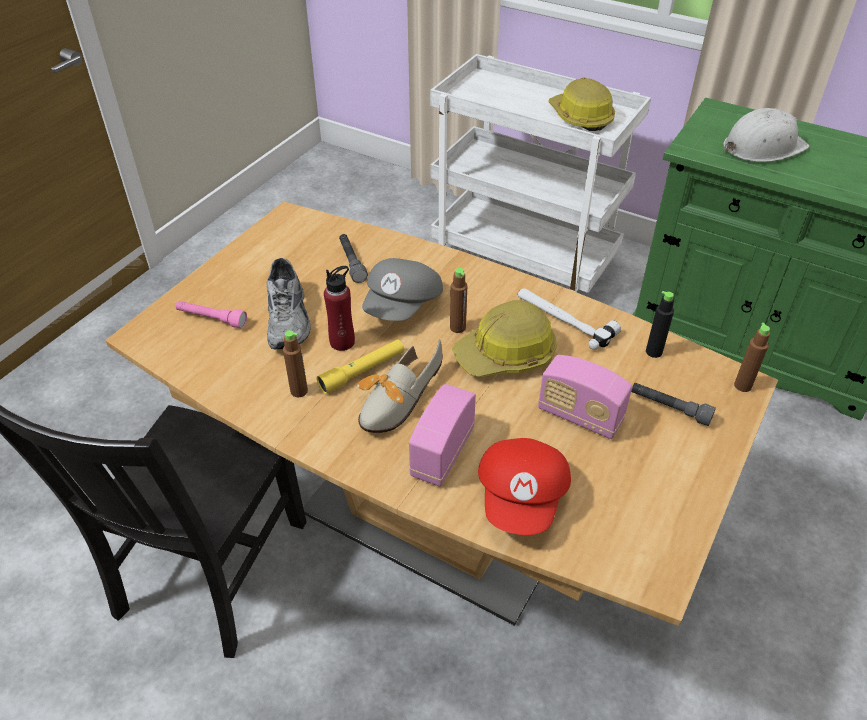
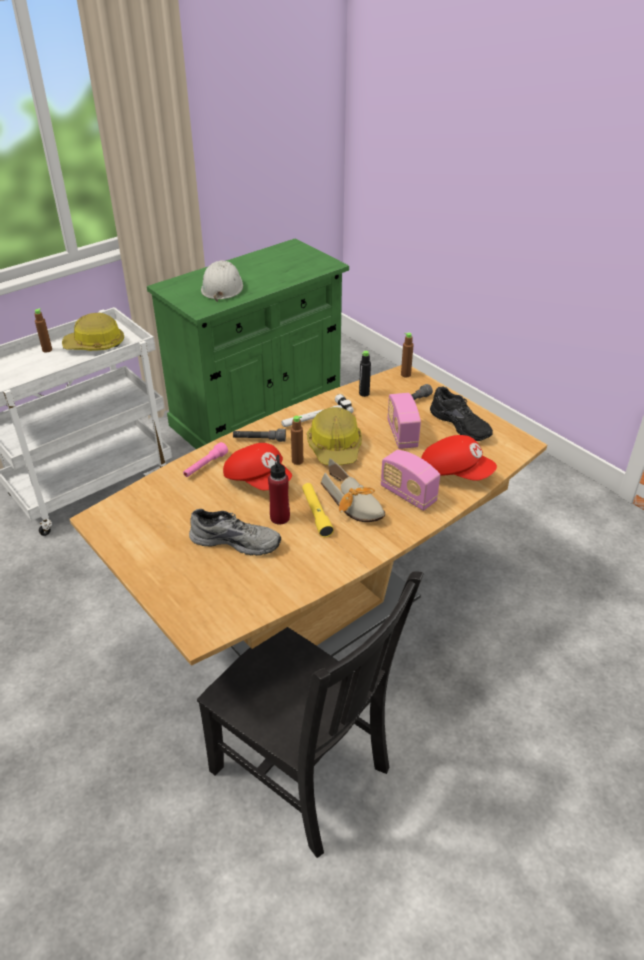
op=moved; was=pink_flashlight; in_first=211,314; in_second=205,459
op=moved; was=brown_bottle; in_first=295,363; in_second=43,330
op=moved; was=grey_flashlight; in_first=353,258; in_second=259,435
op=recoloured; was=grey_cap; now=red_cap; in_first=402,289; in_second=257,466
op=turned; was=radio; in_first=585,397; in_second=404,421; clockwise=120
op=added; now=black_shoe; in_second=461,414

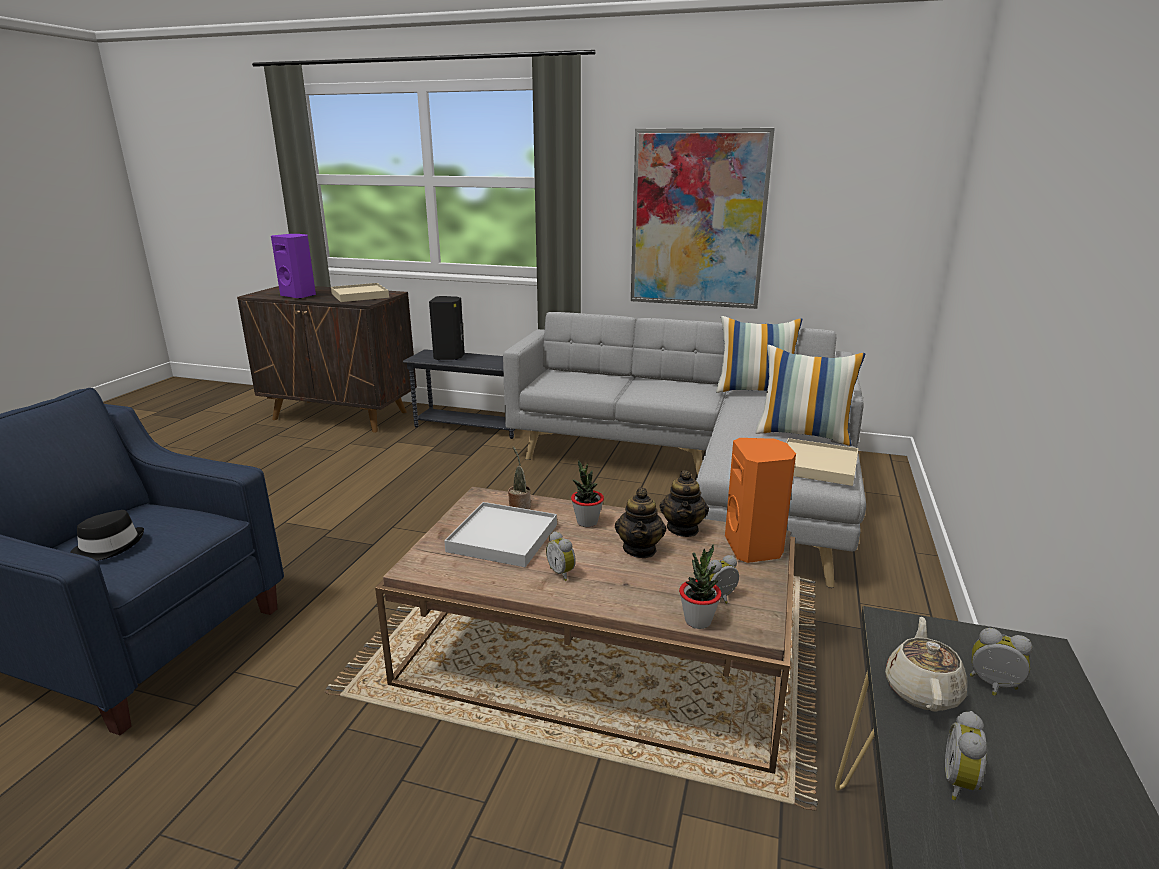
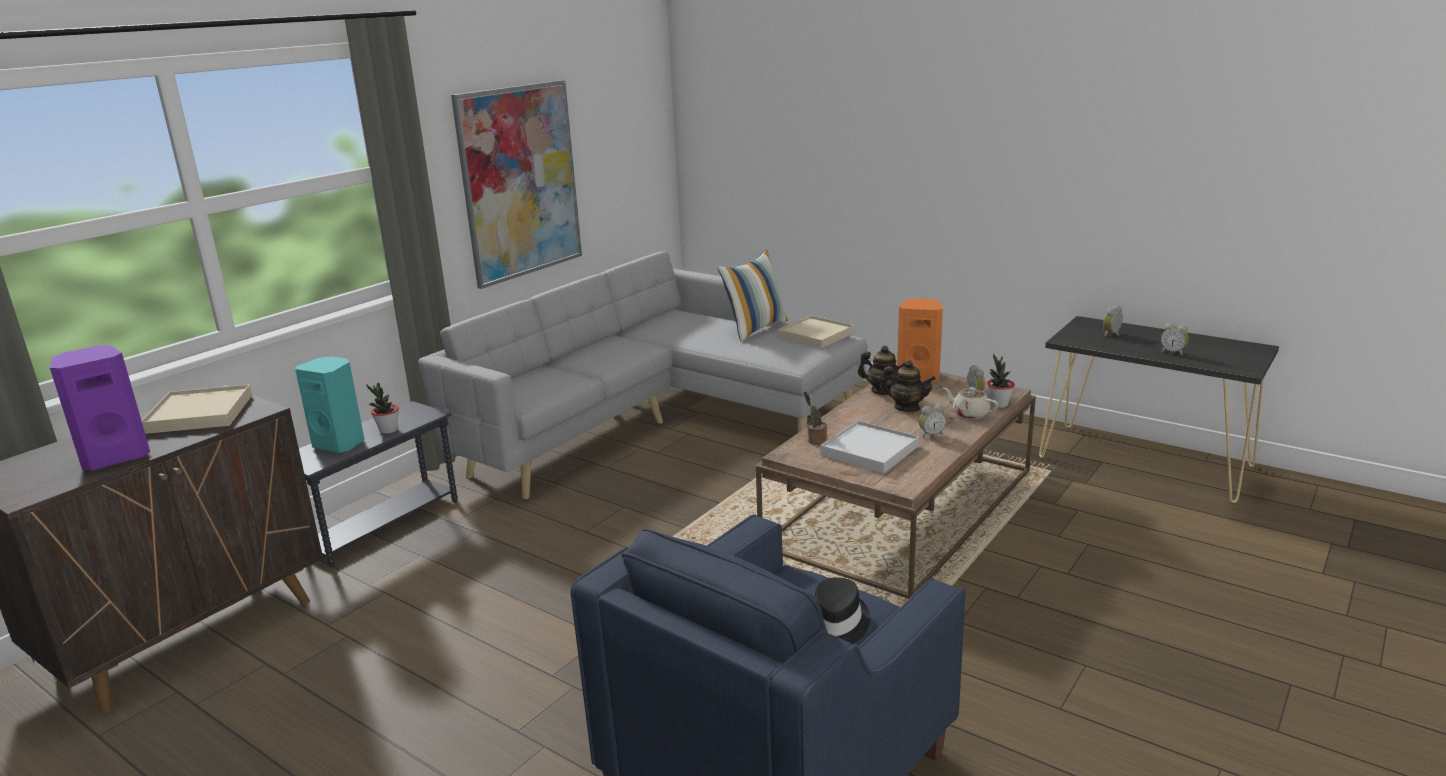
op=recoloured; was=black_speaker; now=turquoise_speaker; in_first=447,328; in_second=330,404
op=moved; was=potted_plant; in_first=587,493; in_second=383,408
op=removed; was=pillow; in_first=759,354
op=moved; was=beige_teapot; in_first=926,664; in_second=970,403

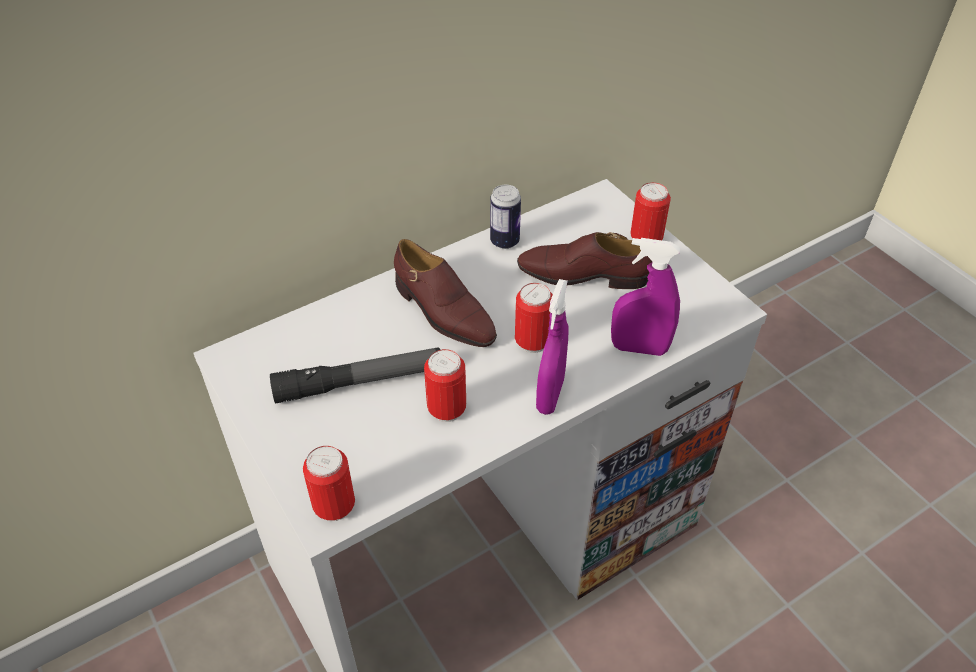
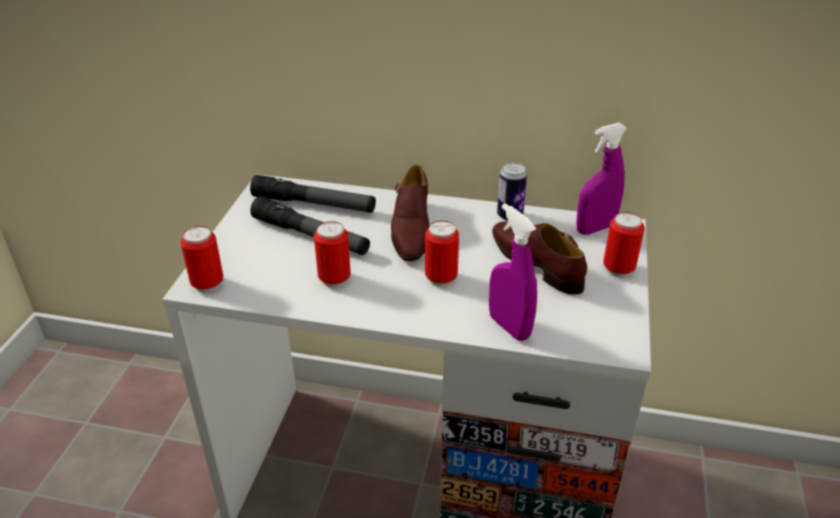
op=moved; was=purple_spray_bottle; in_first=552,347; in_second=601,179
op=added; now=flashlight; in_second=313,194

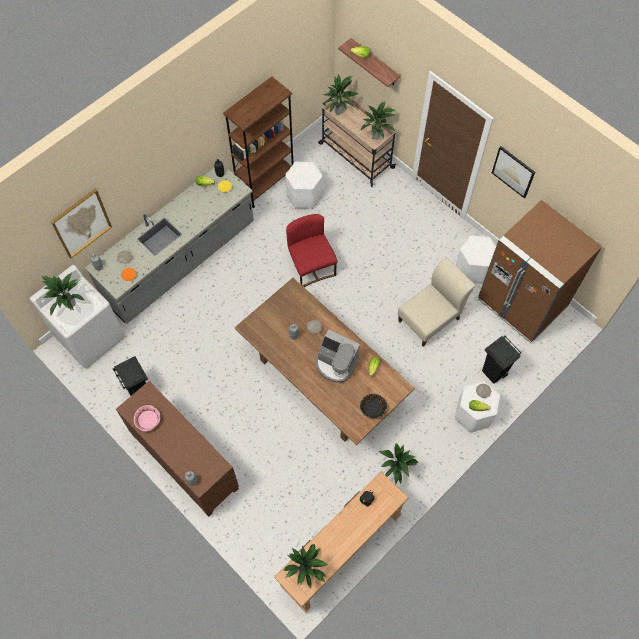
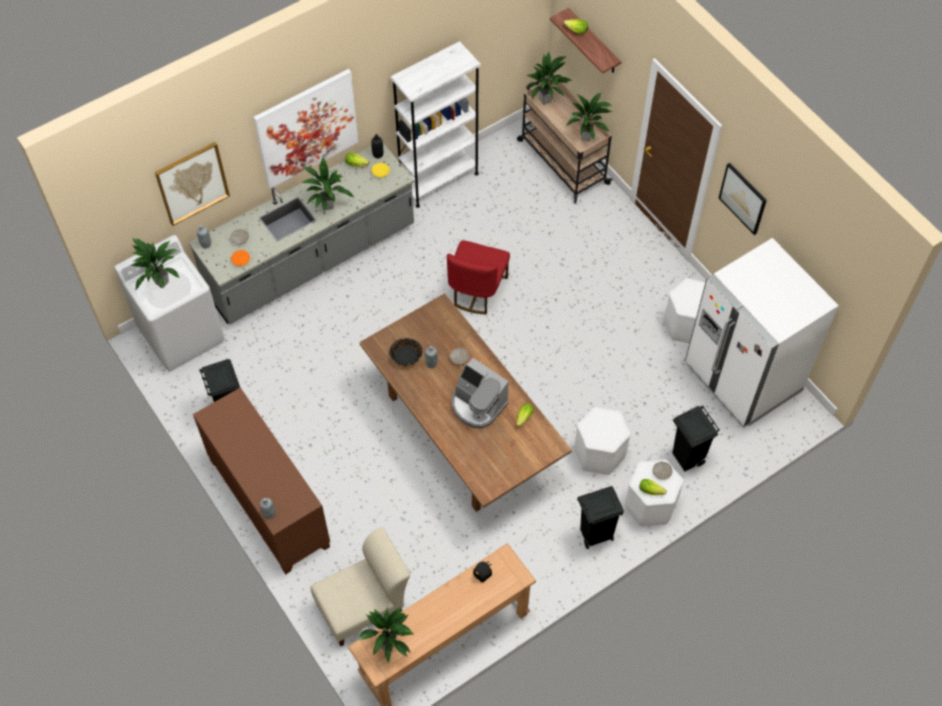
op=removed; was=pink_bowl; in_first=147,418
op=recoloured; was=brown_bookcase; now=white_bookcase; in_first=258,142; in_second=435,124
op=moved; was=white_stool; in_first=304,185; in_second=602,441
op=turned; was=red_chair; in_first=312,250; in_second=478,277; clockwise=-150
op=moved; was=black_bowl; in_first=373,406; in_second=405,352
op=moved; was=potted_plant; in_first=398,463; in_second=327,184
op=moved; was=beige_chair; in_first=436,302; in_second=360,586
op=recoloured; was=brown_fridge; now=white_fridge; in_first=540,271; in_second=762,333
op=added; now=picture; in_second=306,129
op=added; now=black_trash_can; in_second=600,517

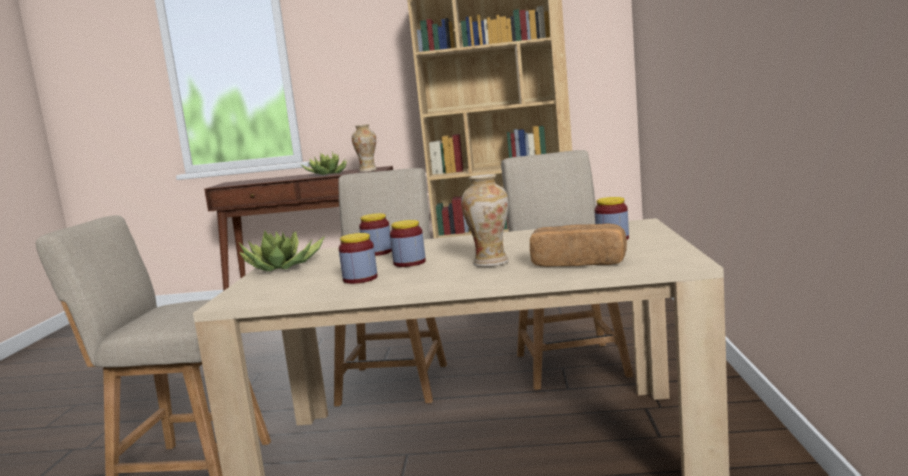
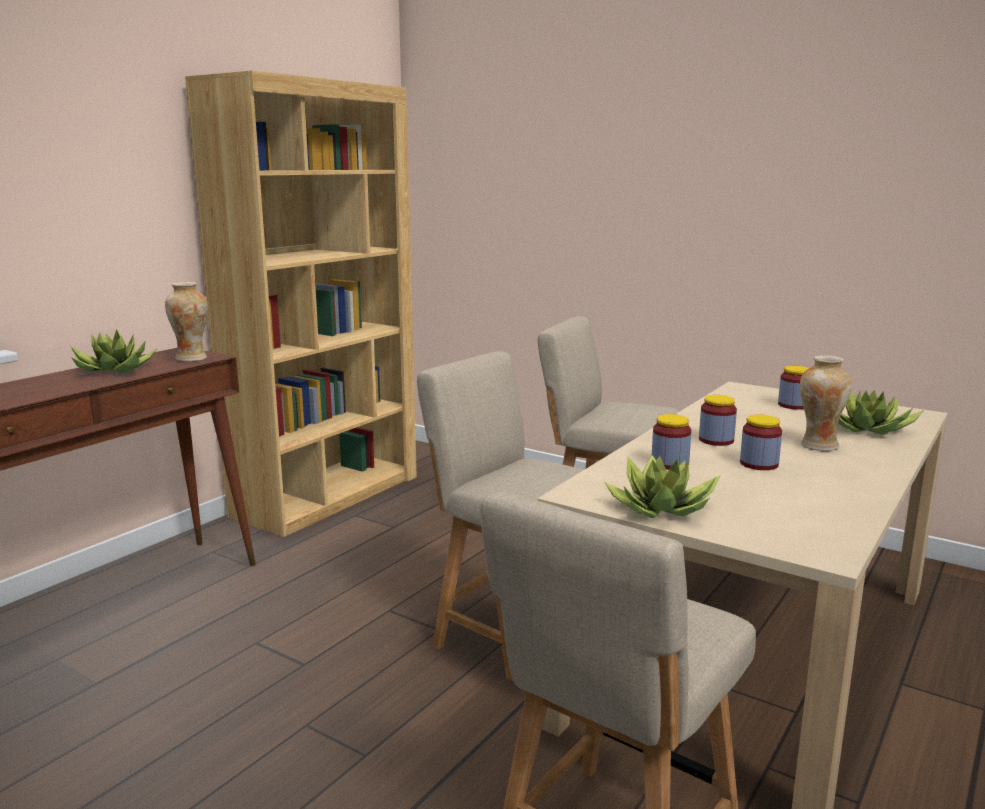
op=moved; was=jar; in_first=358,258; in_second=718,420
op=replaced; was=bread; now=potted_plant; in_first=578,245; in_second=881,412

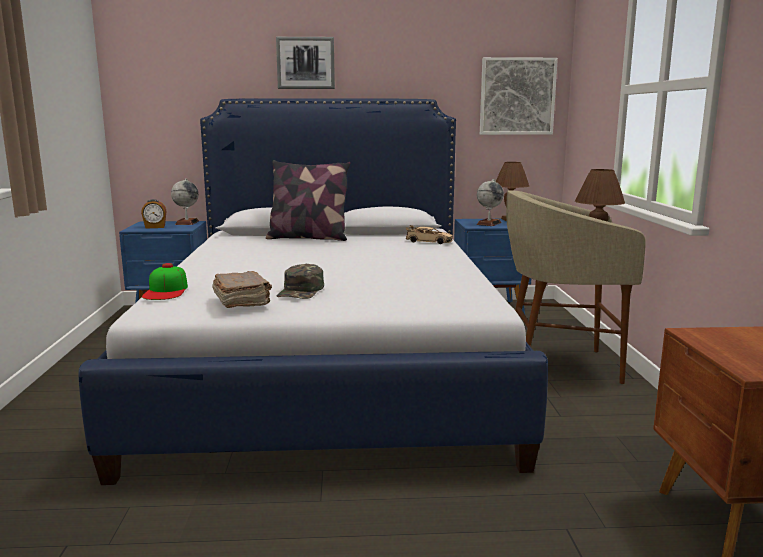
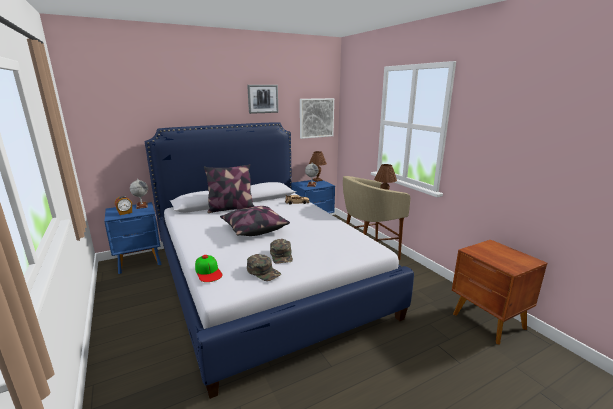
op=replaced; was=brown_book; now=green_cap; in_first=242,289; in_second=264,267
op=moved; was=picture; in_first=305,63; in_second=262,99
op=added; now=pillow; in_second=255,221

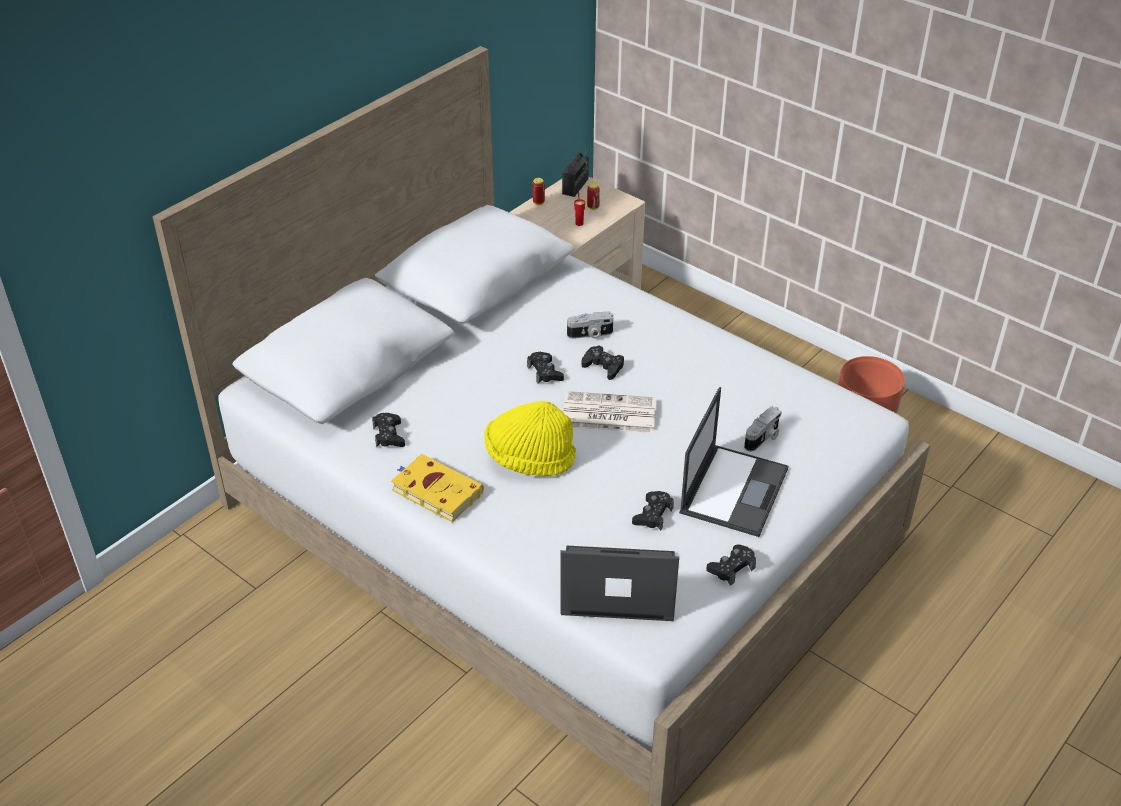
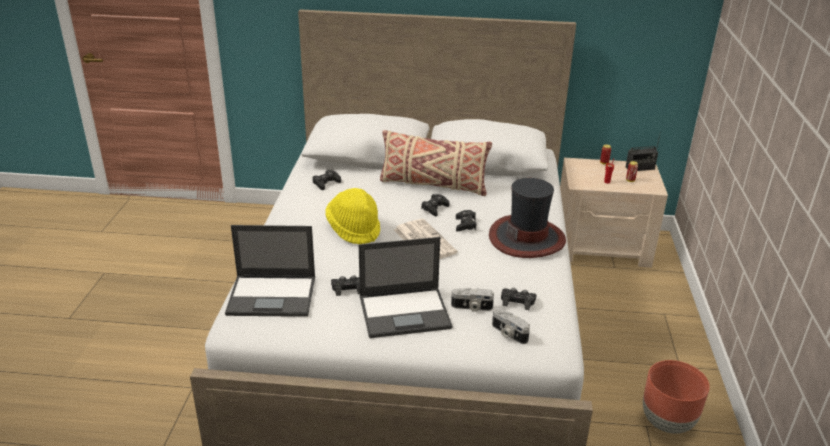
op=removed; was=yellow_book; in_first=437,488
op=turned; was=laptop; in_first=619,583; in_second=270,271; clockwise=120
op=moved; was=photo_camera; in_first=590,325; in_second=511,326
op=moved; was=black_game_controller; in_first=731,565; in_second=518,299
op=added; now=beige_pillow; in_second=436,163
op=added; now=hat; in_second=527,218

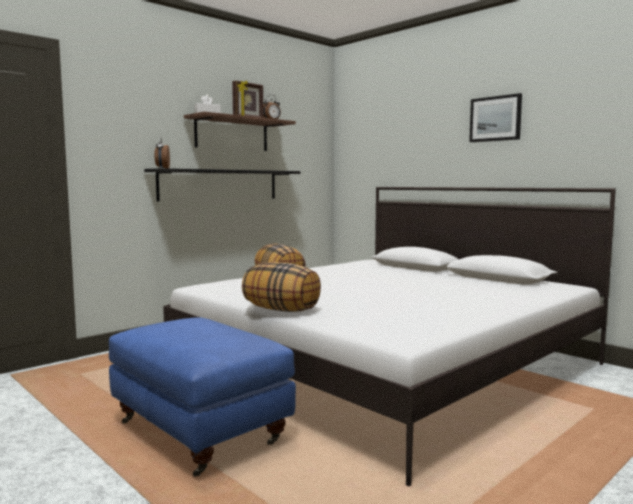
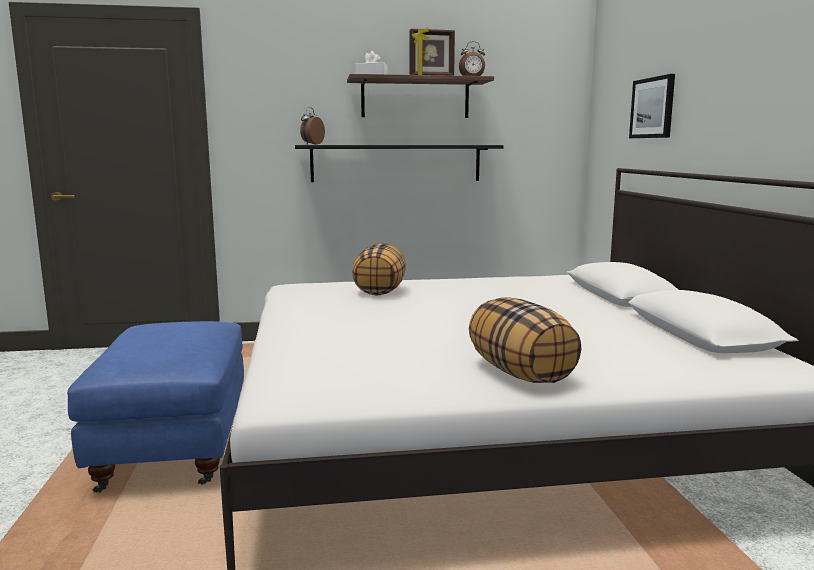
op=moved; was=pillow; in_first=281,287; in_second=525,340
op=moved; was=picture; in_first=495,117; in_second=652,106

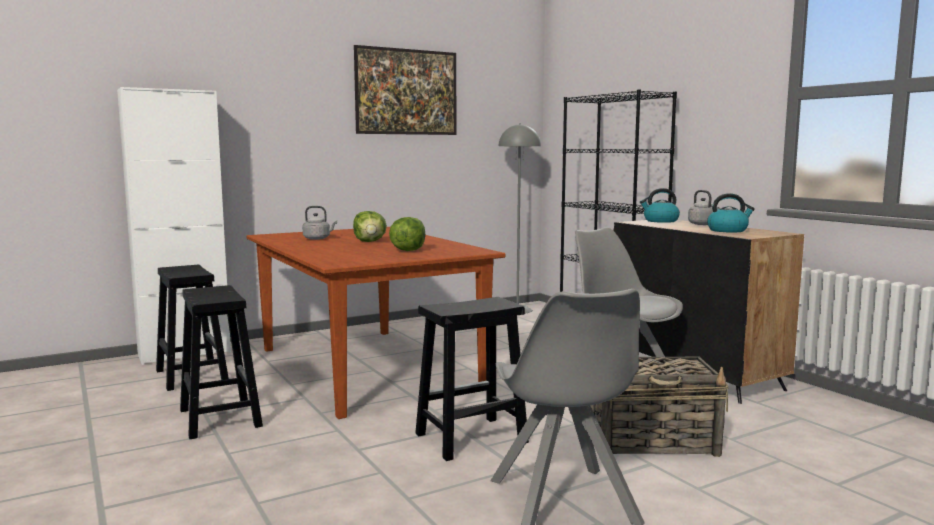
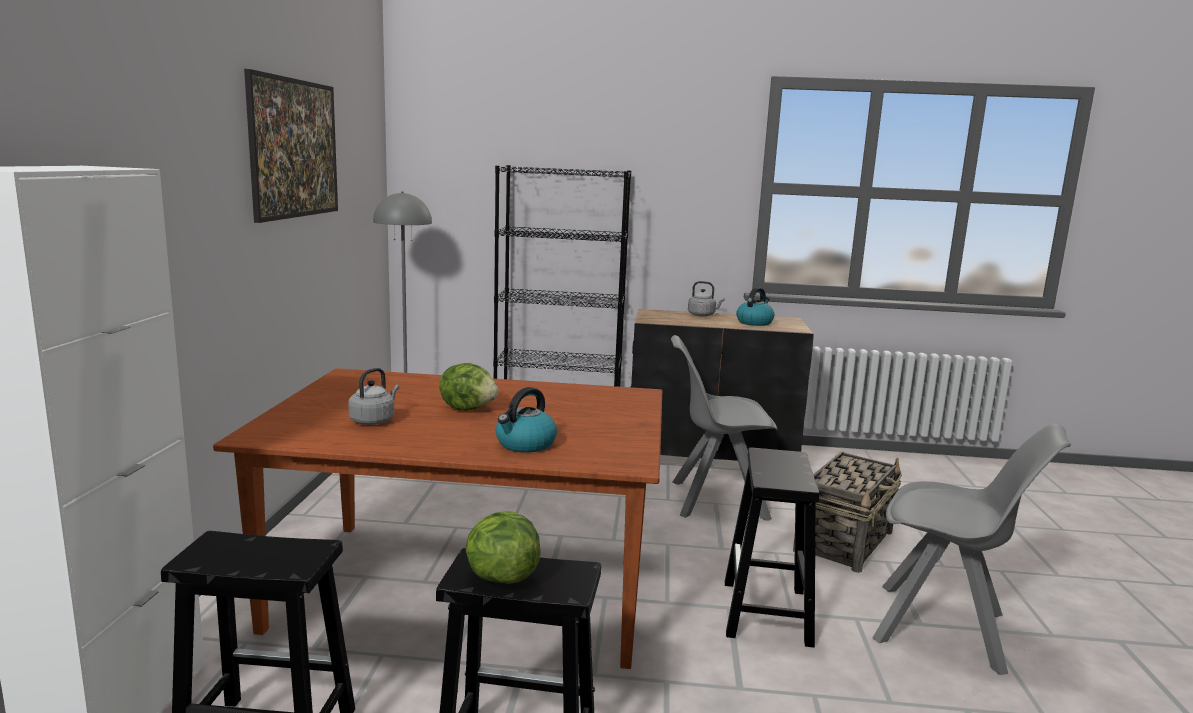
op=moved; was=lettuce; in_first=407,234; in_second=503,547
op=moved; was=kettle; in_first=660,205; in_second=526,420

